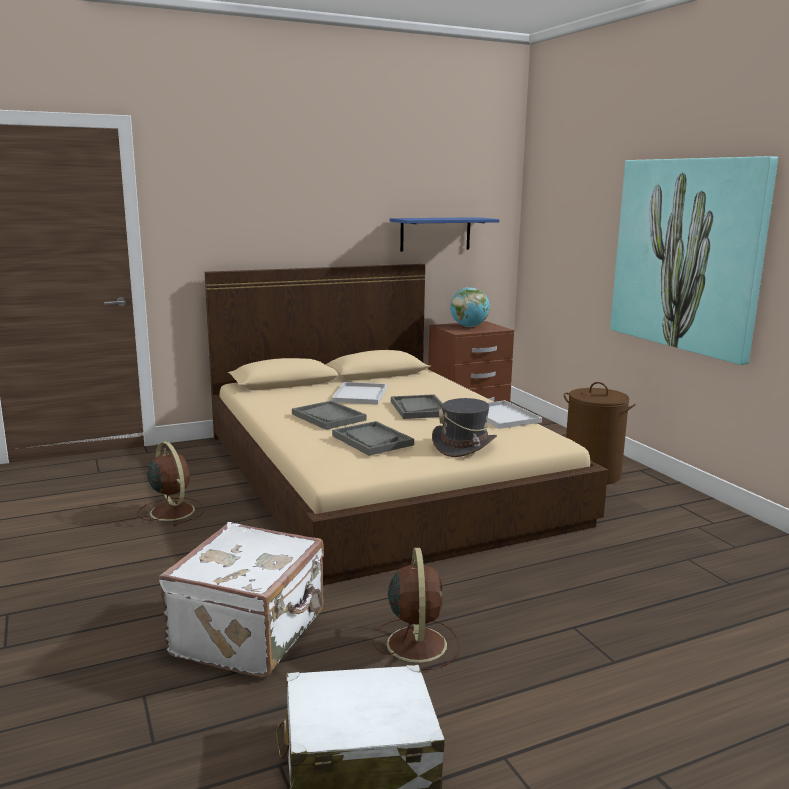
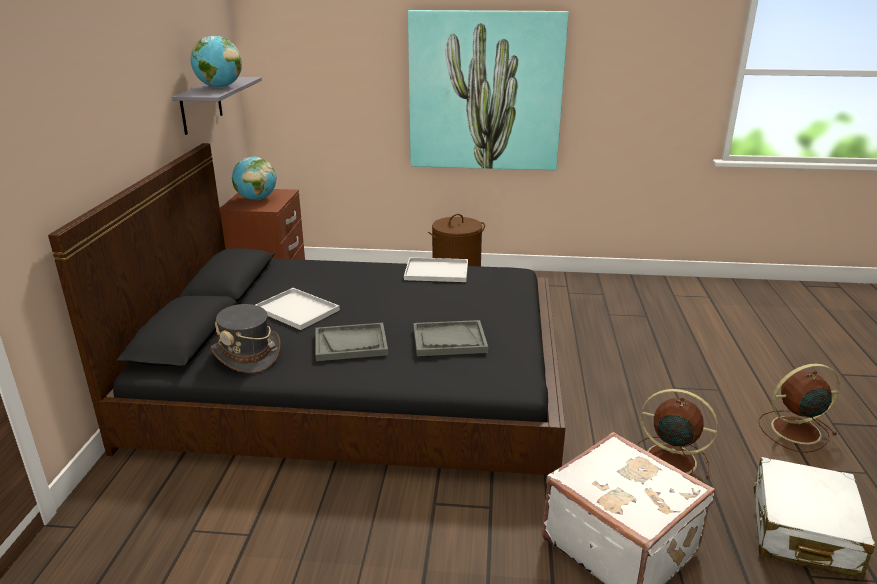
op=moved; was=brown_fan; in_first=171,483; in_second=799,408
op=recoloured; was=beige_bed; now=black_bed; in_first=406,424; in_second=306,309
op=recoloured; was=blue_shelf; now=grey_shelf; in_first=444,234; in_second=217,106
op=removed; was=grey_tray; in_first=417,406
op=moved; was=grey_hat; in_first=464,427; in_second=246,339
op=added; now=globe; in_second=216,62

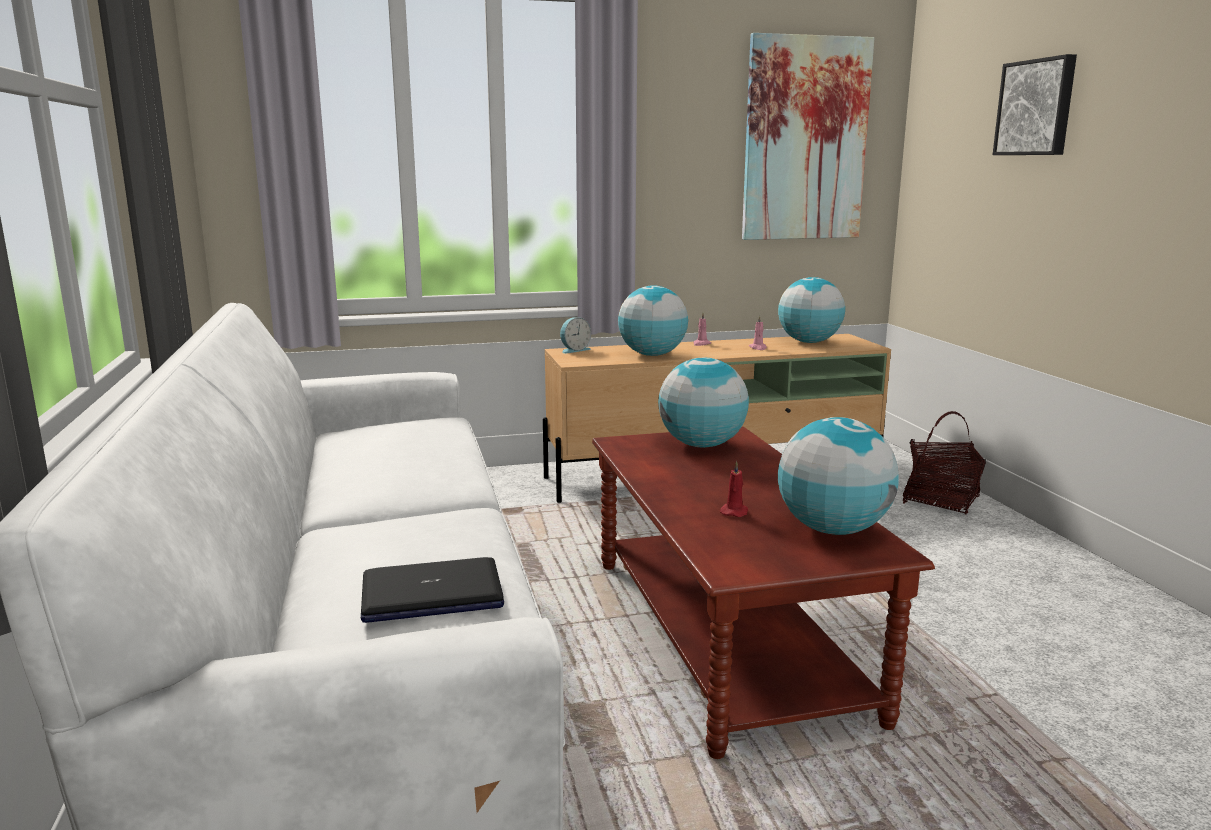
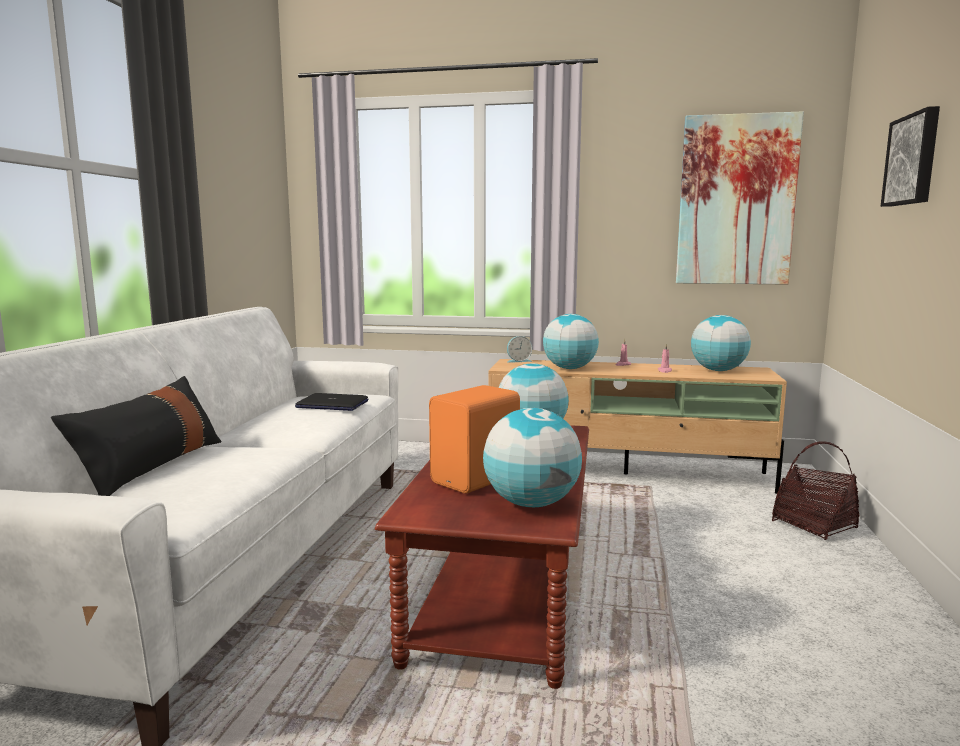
op=moved; was=laptop; in_first=432,590; in_second=332,402
op=replaced; was=red_candle; now=orange_speaker; in_first=734,489; in_second=474,439
op=added; now=black_pillow; in_second=136,436

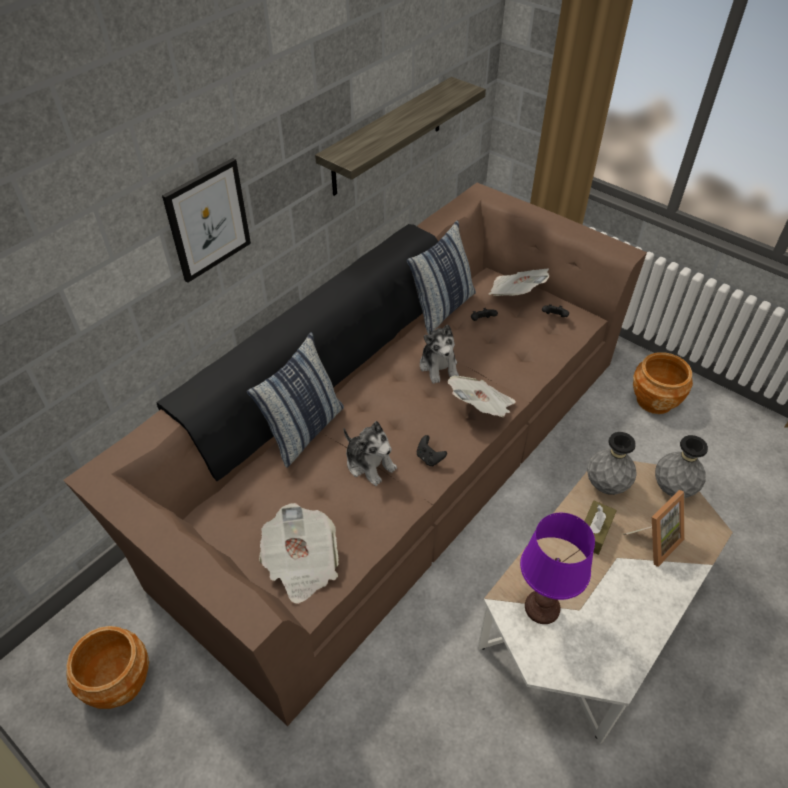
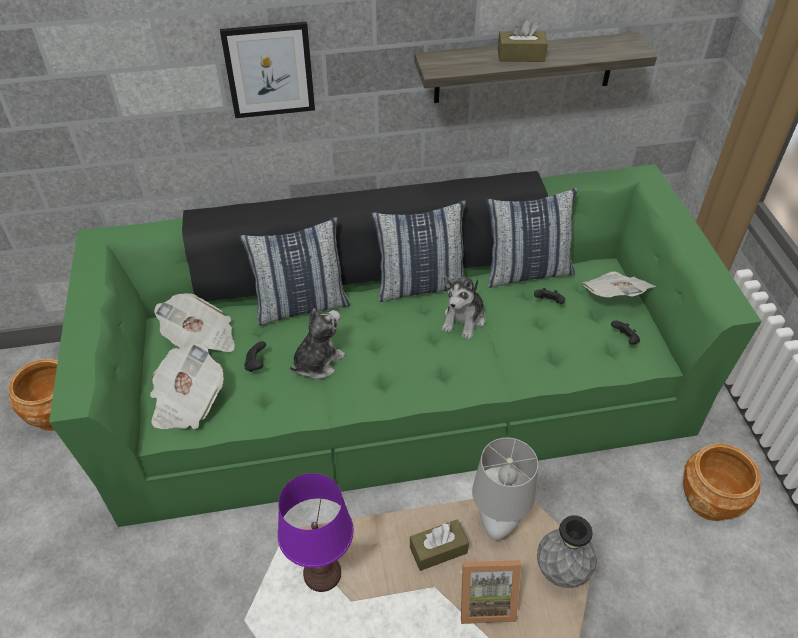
op=recoloured; was=brown_sofa; now=green_sofa; in_first=355,454; in_second=405,345
op=turned; was=plush_toy; in_first=370,453; in_second=317,343; clockwise=-135
op=moved; was=black_game_controller; in_first=432,450; in_second=255,356
op=moved; was=newspaper; in_first=482,396; in_second=194,322
op=replaced; was=grey_vase; now=grey_table_lamp; in_first=611,463; in_second=505,489
op=added; now=pillow; in_second=418,251
op=added; now=brown_tissue_box; in_second=523,40

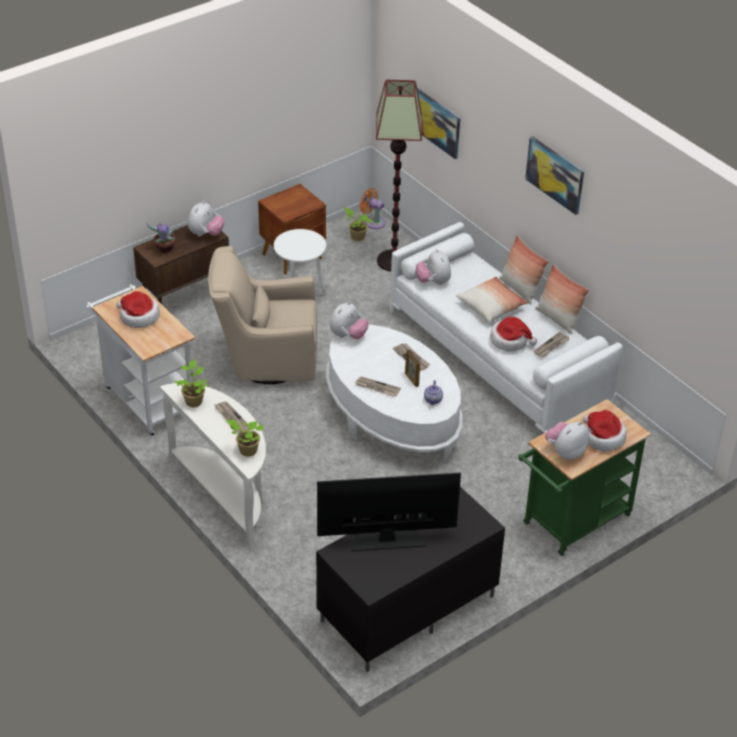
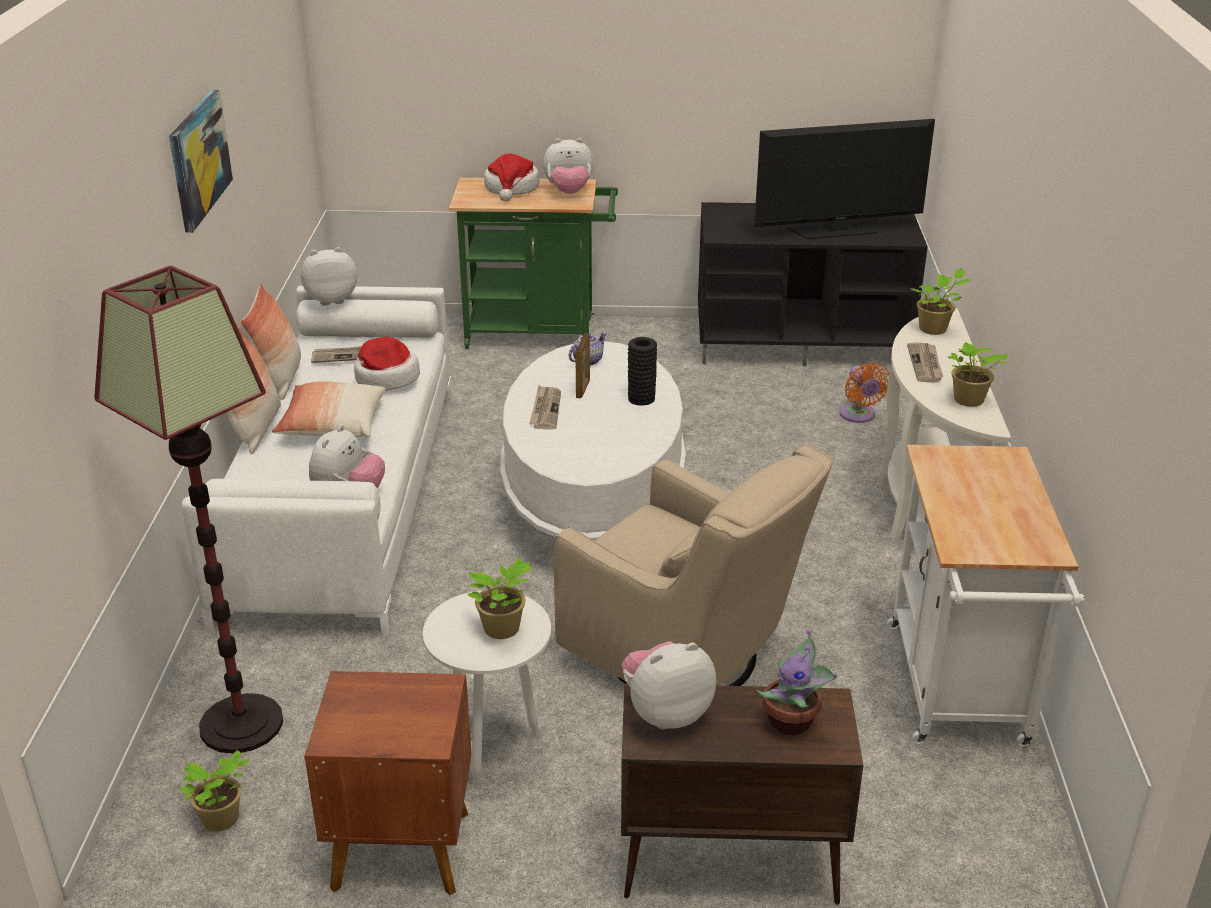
op=removed; was=hat; in_first=138,309
op=turned; was=television; in_first=389,511; in_second=844,179; clockwise=-45
op=moved; was=plush_toy; in_first=349,320; in_second=329,276
op=replaced; was=newspaper; now=black_vase; in_first=377,387; in_second=642,371
op=moved; was=orange_fan; in_first=372,208; in_second=864,393
op=removed; was=picture; in_first=438,123
op=added; now=potted_plant; in_second=500,598

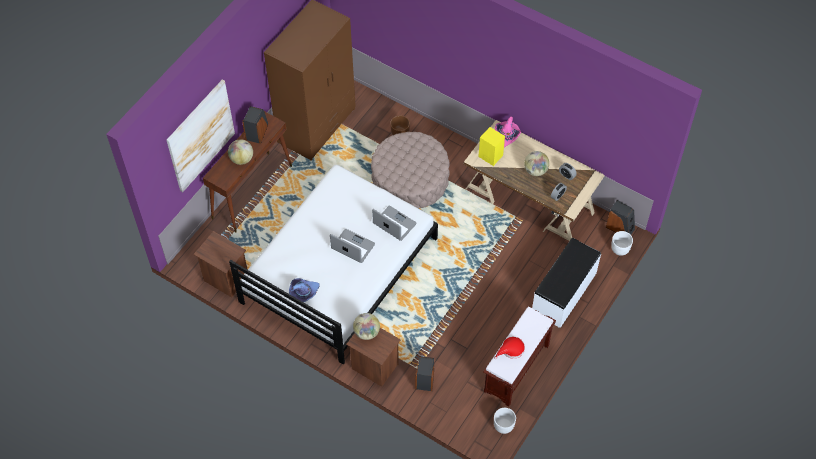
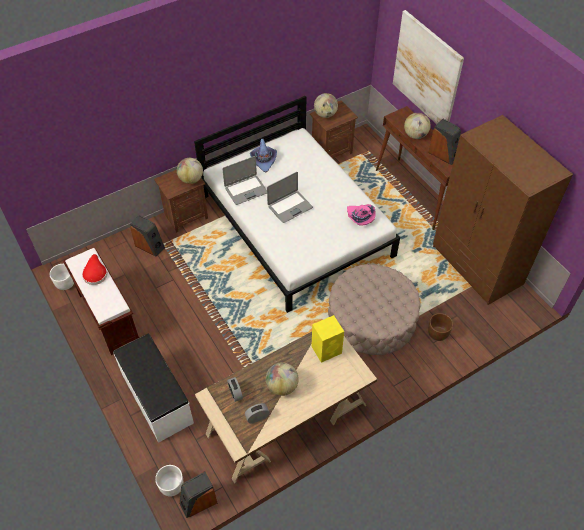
op=moved; was=laptop; in_first=394,223; in_second=244,180
op=moved; was=pink_hat; in_first=508,132; in_second=361,215
op=added; now=globe; in_second=326,105

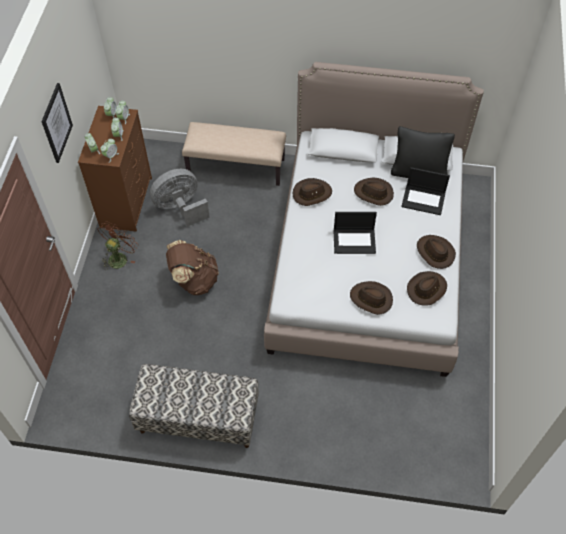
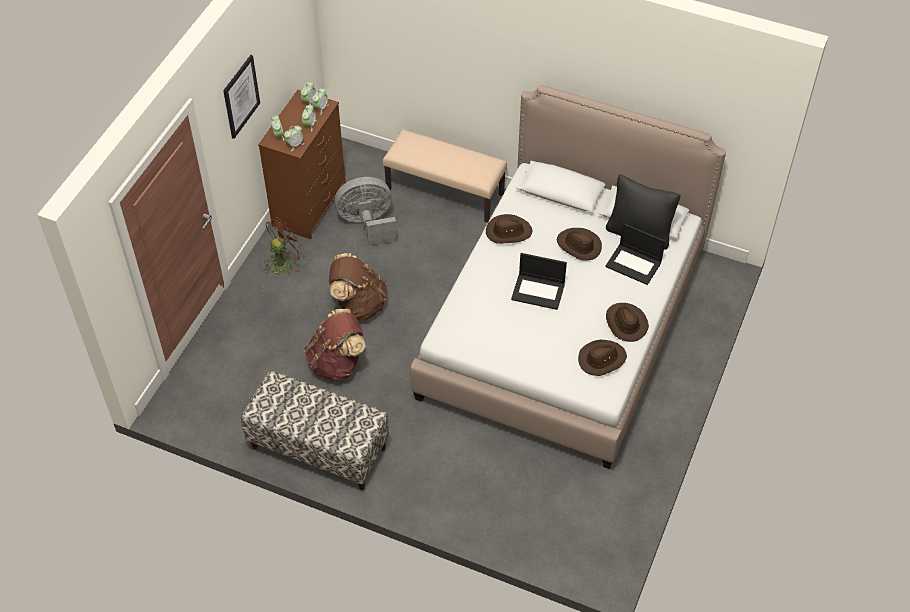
op=removed; was=brown_hat; in_first=371,298
op=added; now=brown_backpack; in_second=335,345

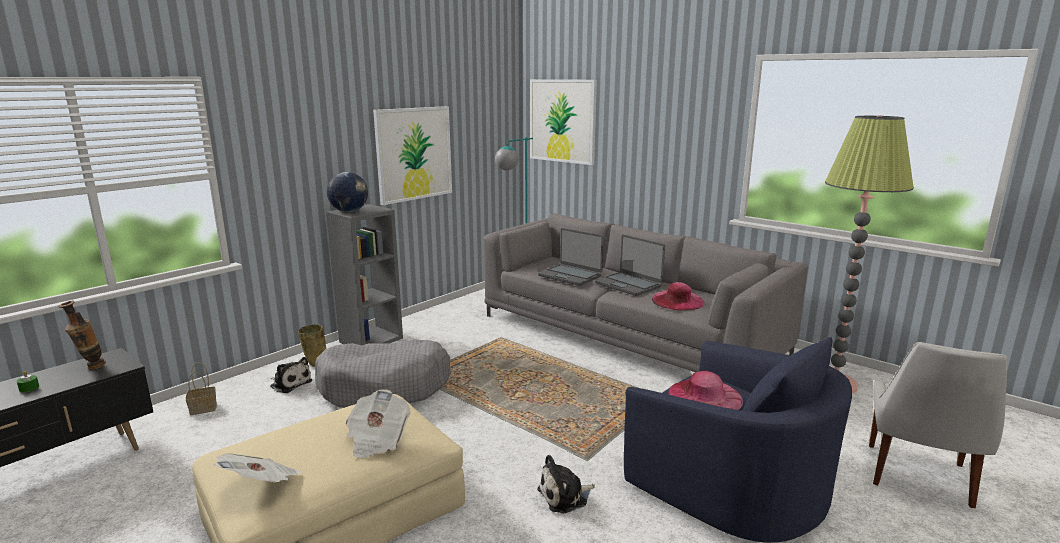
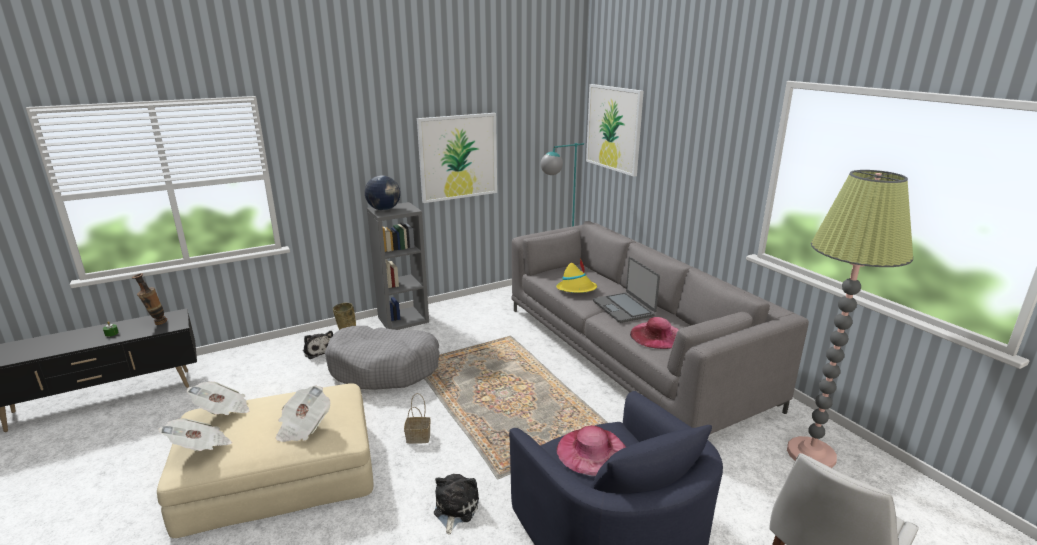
op=moved; was=basket; in_first=201,388; in_second=417,418
op=turned; was=plush_toy; in_first=566,484; in_second=456,504; clockwise=105
op=replaced; was=laptop; now=yellow_hat; in_first=571,257; in_second=576,275
op=added; now=newspaper; in_second=218,398

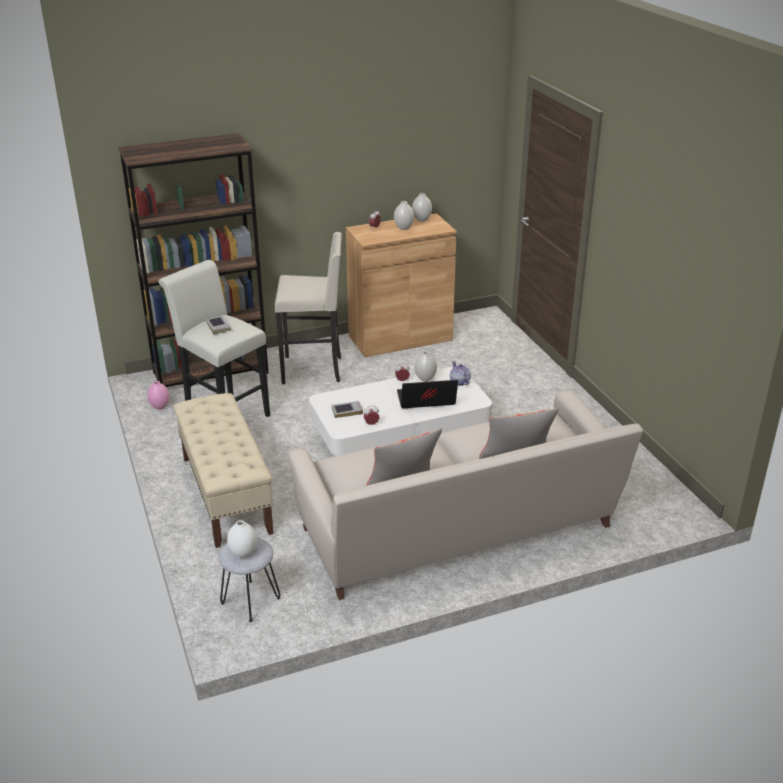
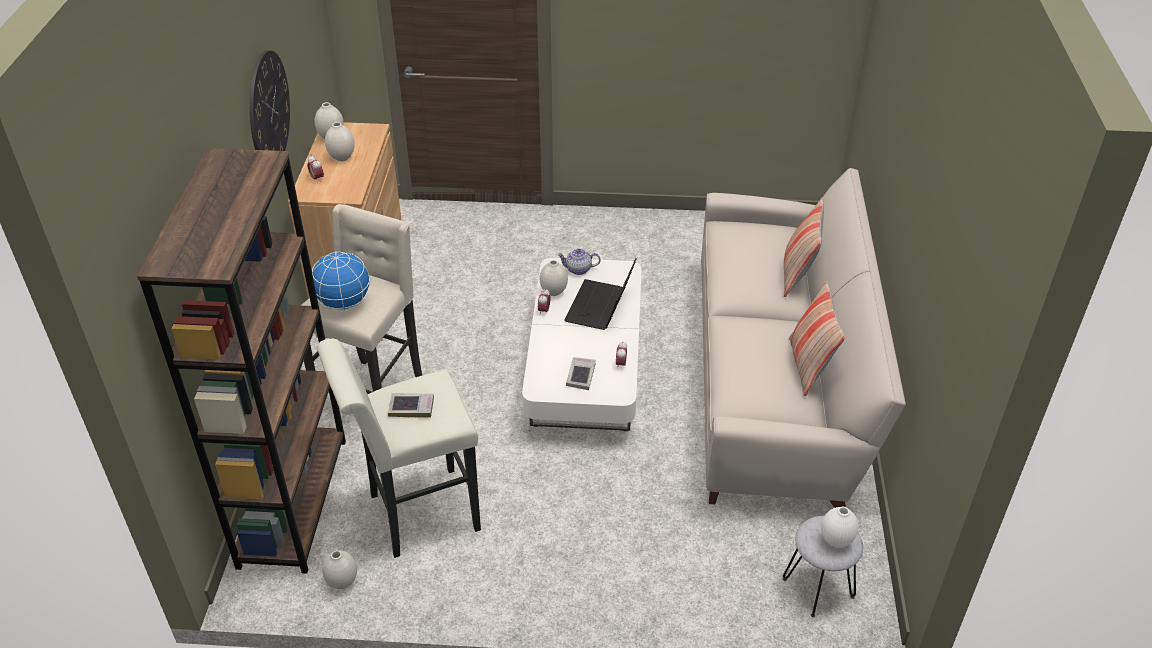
op=recoloured; was=pink_vase; now=white_vase; in_first=158,395; in_second=339,569
op=removed; was=beige_bench; in_first=224,470
op=added; now=wall_clock; in_second=269,100
op=added; now=globe; in_second=341,280

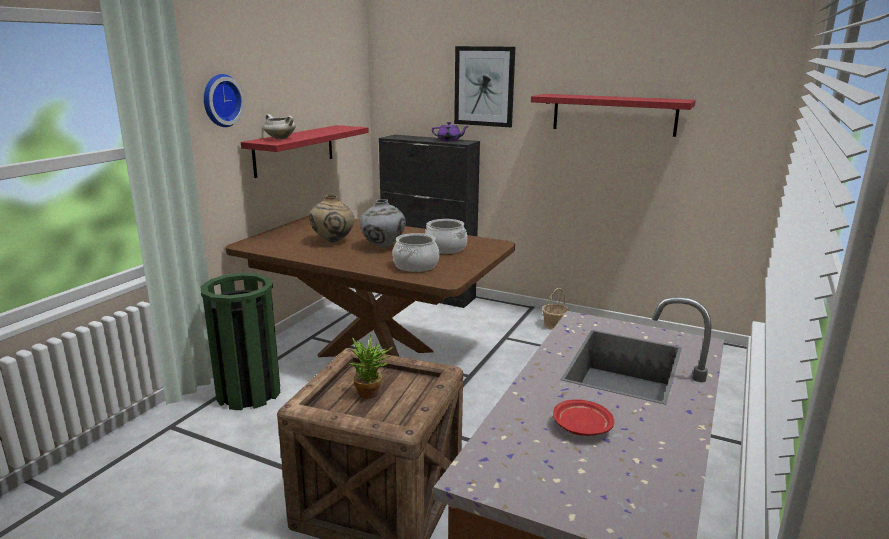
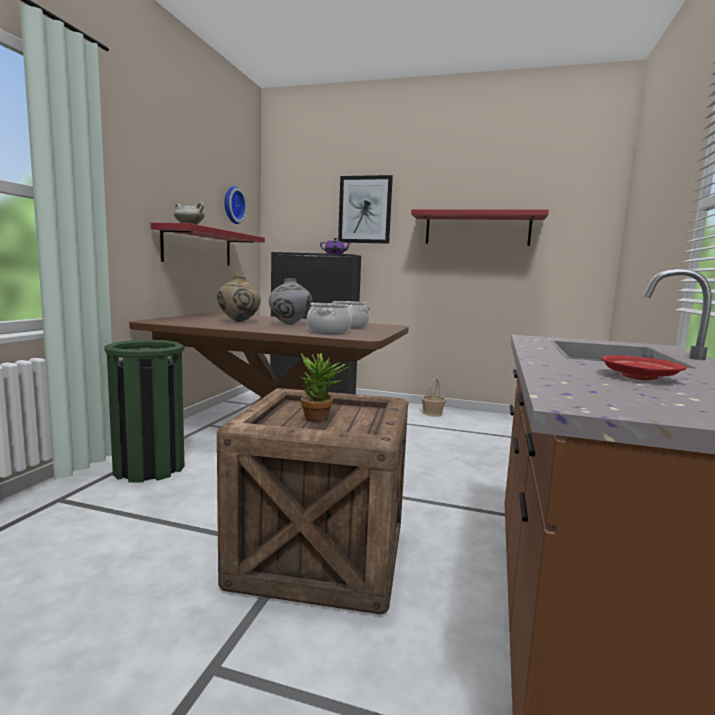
op=moved; was=wall_clock; in_first=224,100; in_second=235,205

